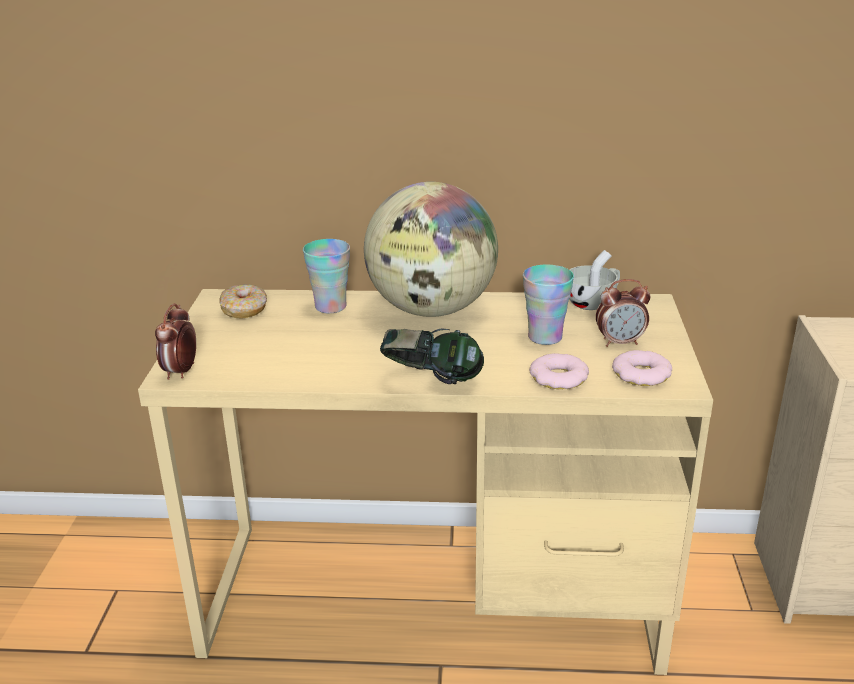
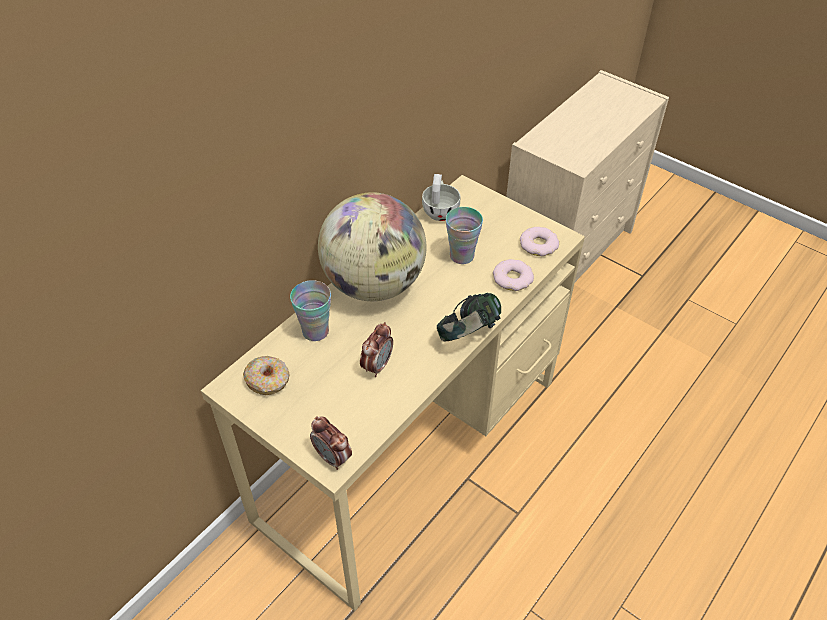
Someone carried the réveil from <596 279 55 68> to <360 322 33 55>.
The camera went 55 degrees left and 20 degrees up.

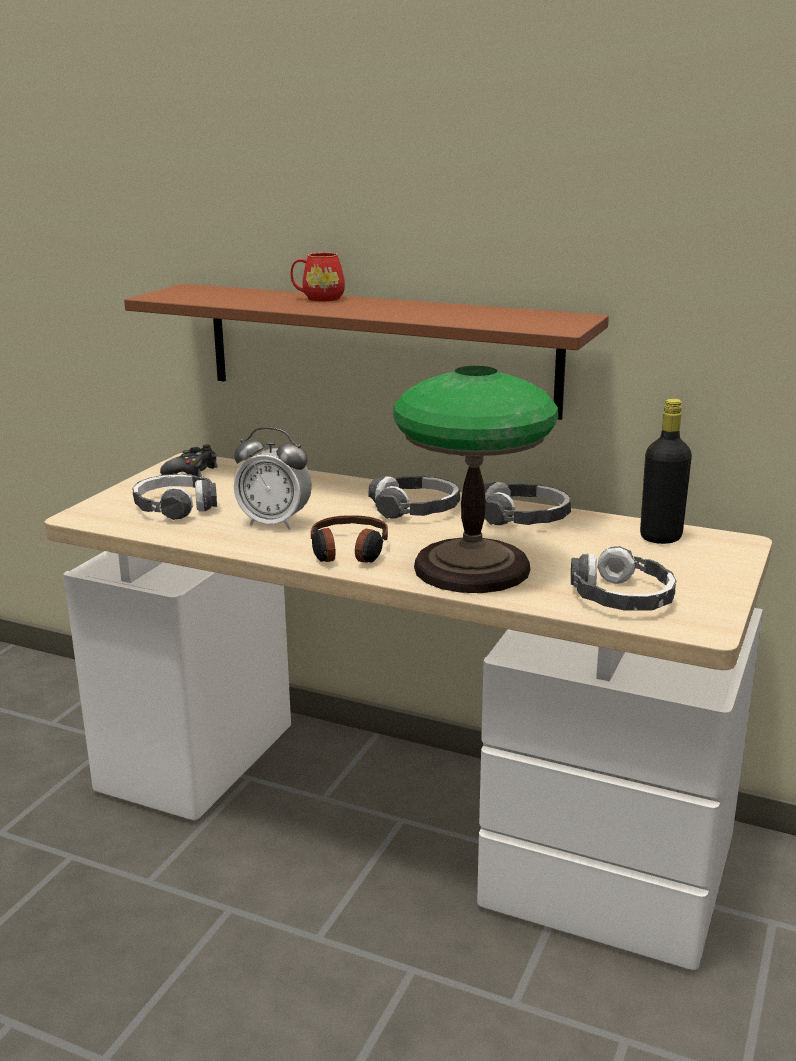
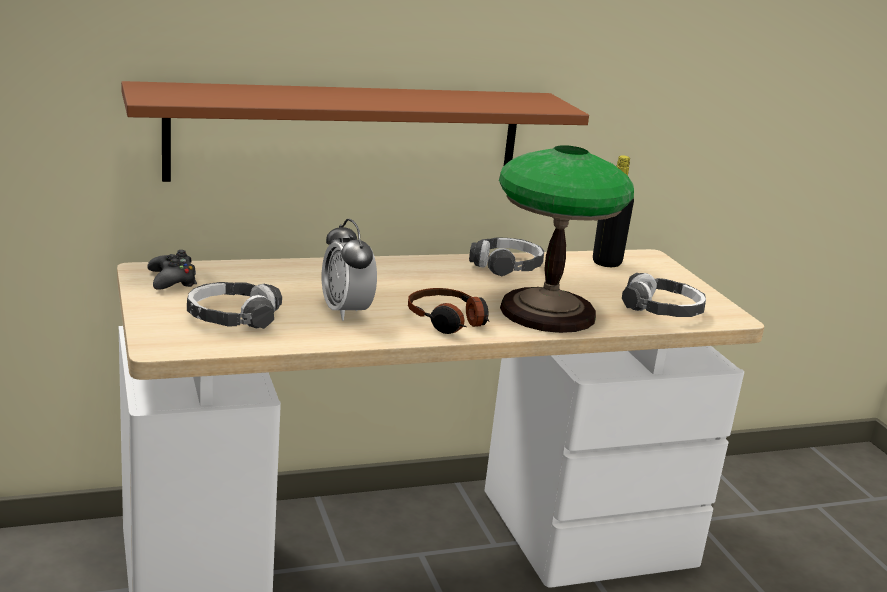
Someone took away the mug/rouge at <291 252 54 49>.
Someone rotated the réveil at <234 427 78 103> by 90 degrees clockwise.
Someone took away the casque audio at <368 476 92 43>.
The camera went 45 degrees left and 0 degrees up.

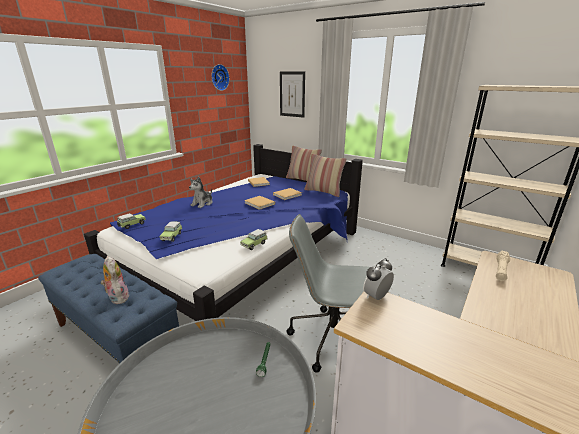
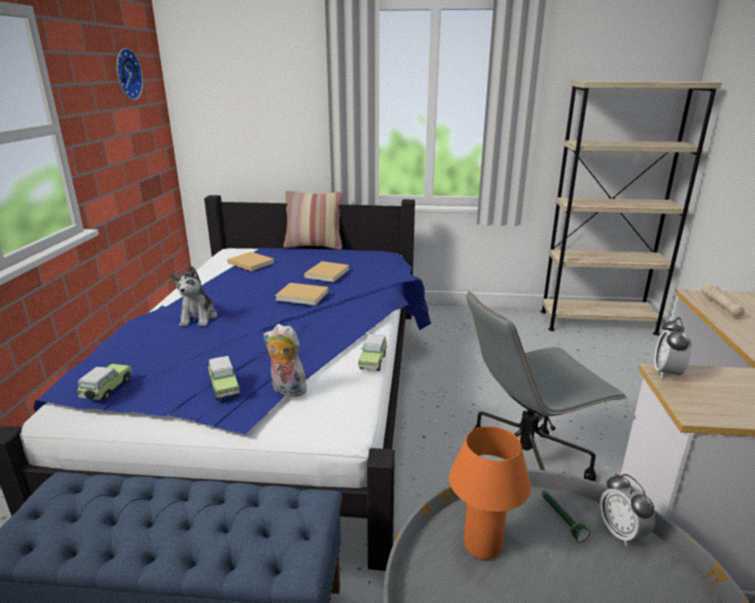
Someone took away the tableau at <280 71 25 47>.
Someone took away the coussin at <304 154 43 43>.
Someone carried the peluche from <101 256 29 48> to <264 324 43 73>.
Someone put down the lampe de table/orange at <449 426 82 134>.
Someone put down the réveil at <600 473 55 73>.
The camera went 30 degrees left and 0 degrees up.

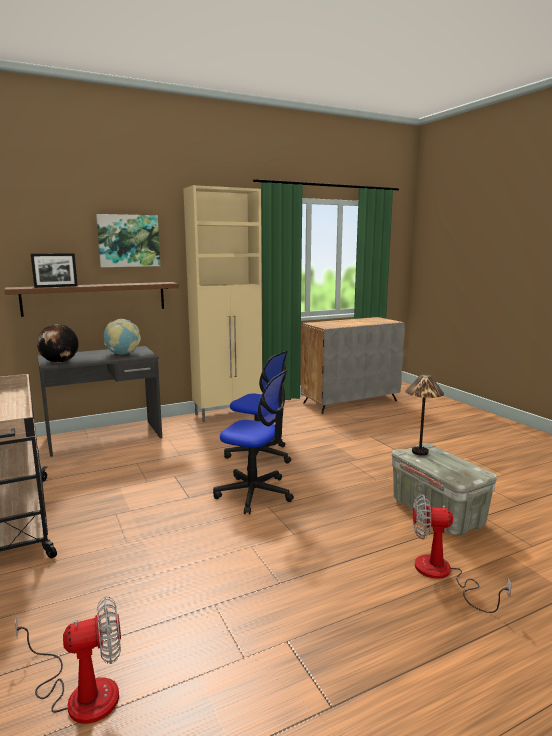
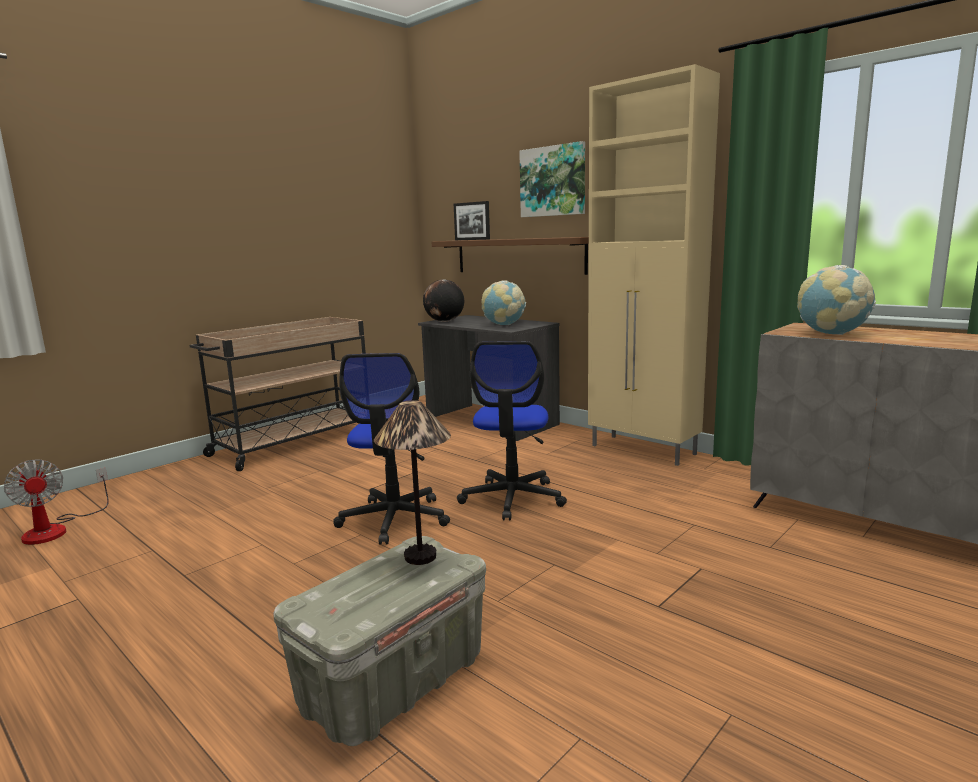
Someone took away the ventilateur at <413 494 99 119>.
Someone put down the globe at <797 265 79 70>.
The camera went 70 degrees right and 0 degrees up.

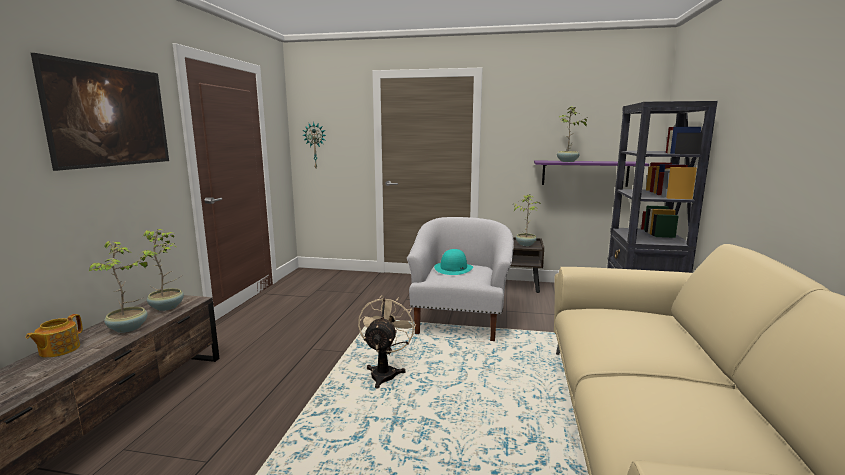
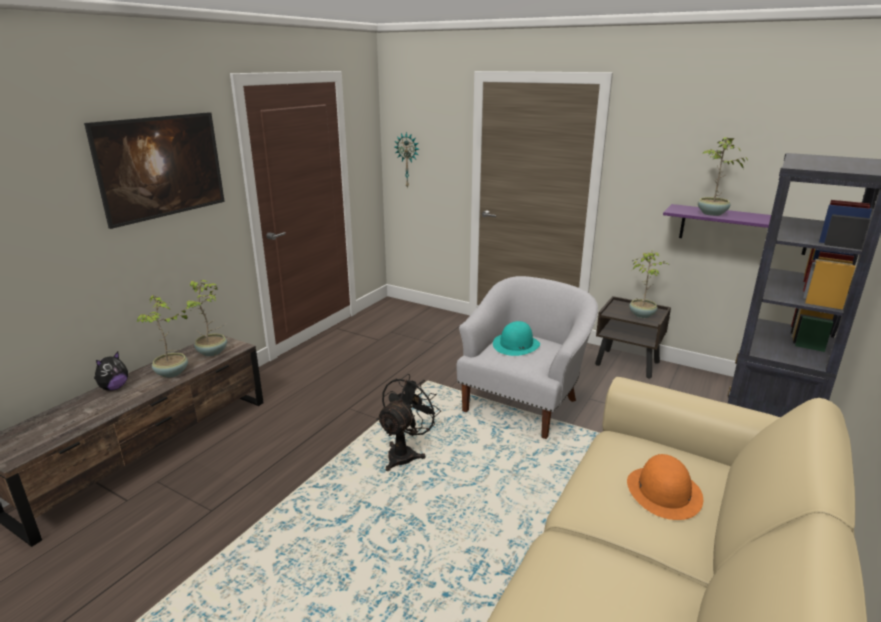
Someone repainted the ventilateur/beige at <358 295 58 94>, which became the ventilateur/noir at <377 374 64 97>.
Someone swapped the théière at <26 314 57 44> for the peluche at <94 352 34 39>.
Someone put down the chapeau/orange at <627 454 76 66>.
The camera went 20 degrees right and 10 degrees up.

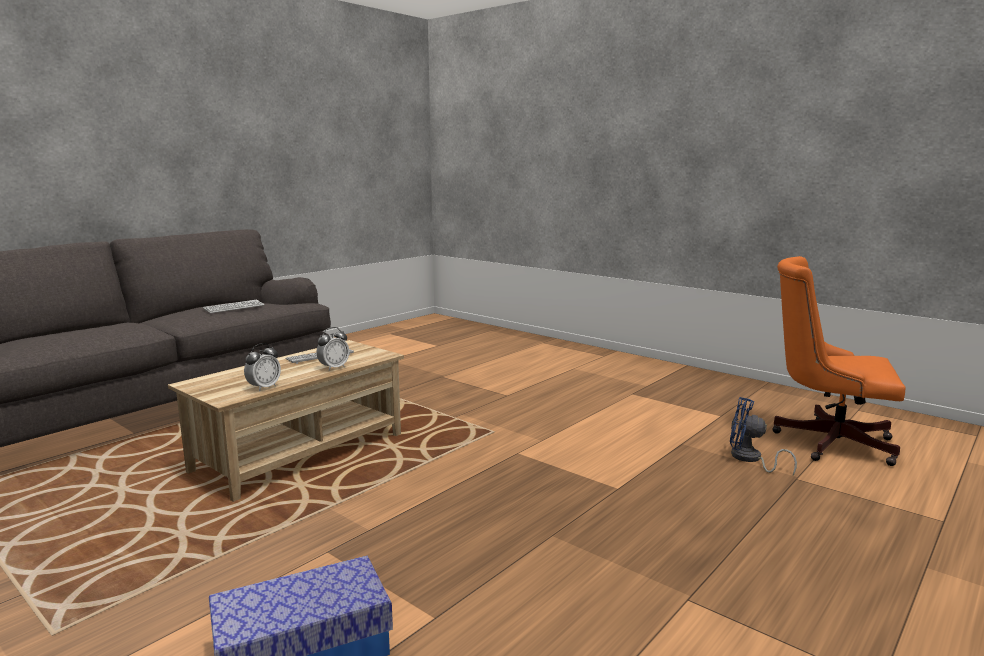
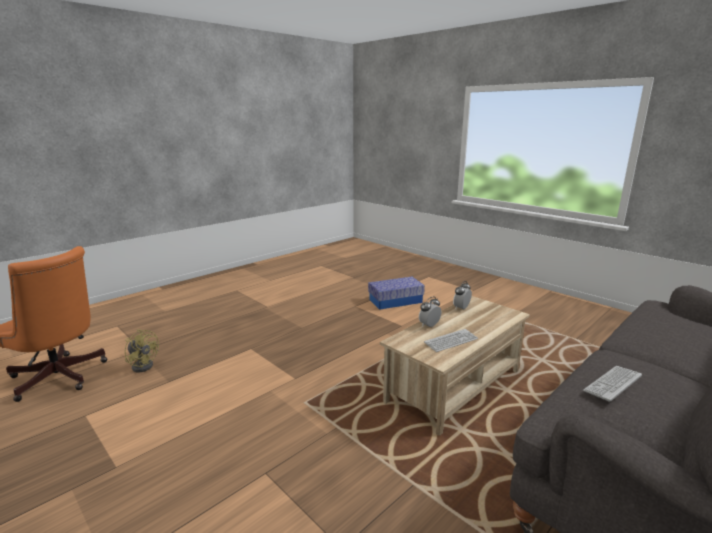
Someone repainted the ventilateur/bleu at <730 397 67 78>, which became the ventilateur/jaune at <125 329 34 44>.
The camera went 175 degrees left and 5 degrees up.

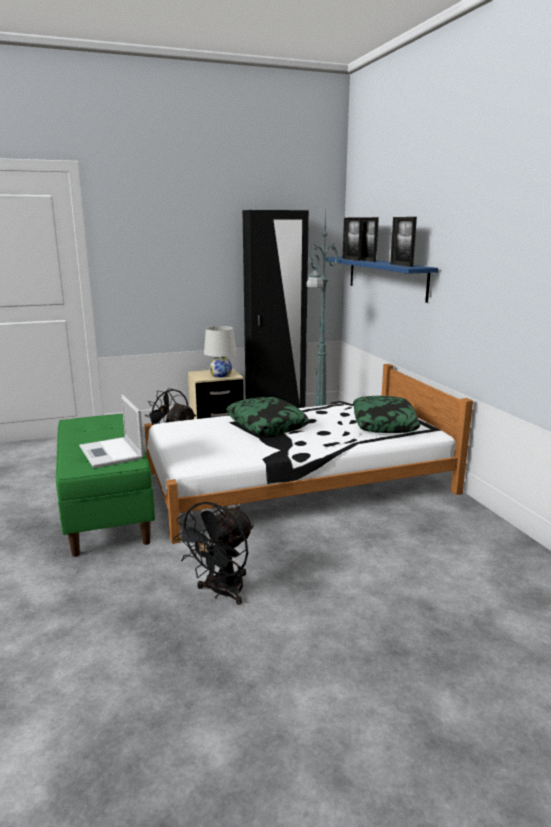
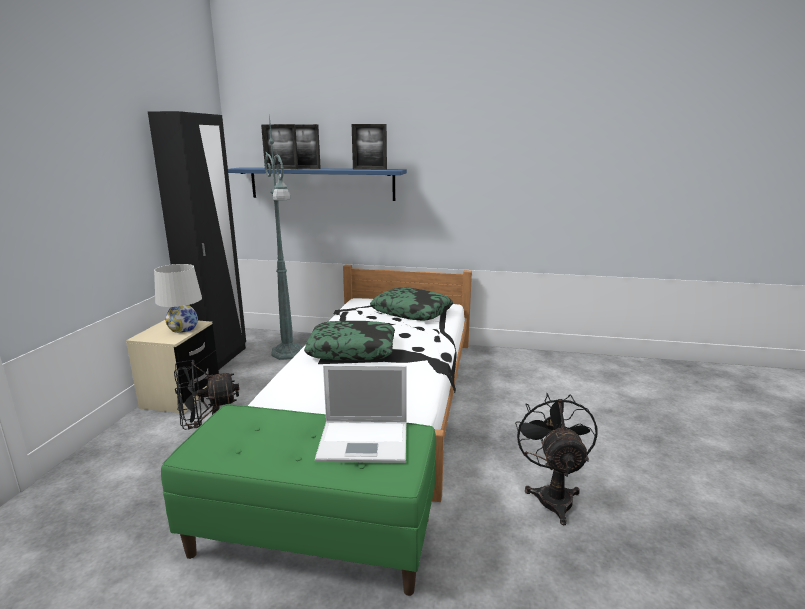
Someone rotated the ventilateur/noir at <173 502 81 103> by 150 degrees counterclockwise.
The camera went 60 degrees left and 0 degrees up.

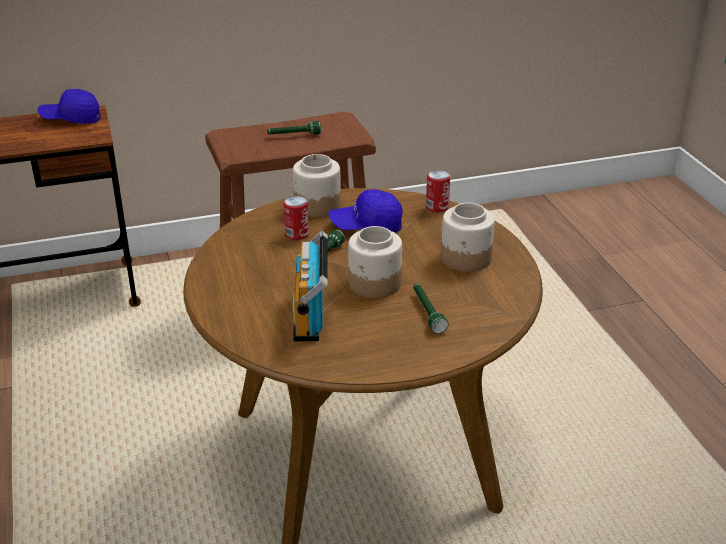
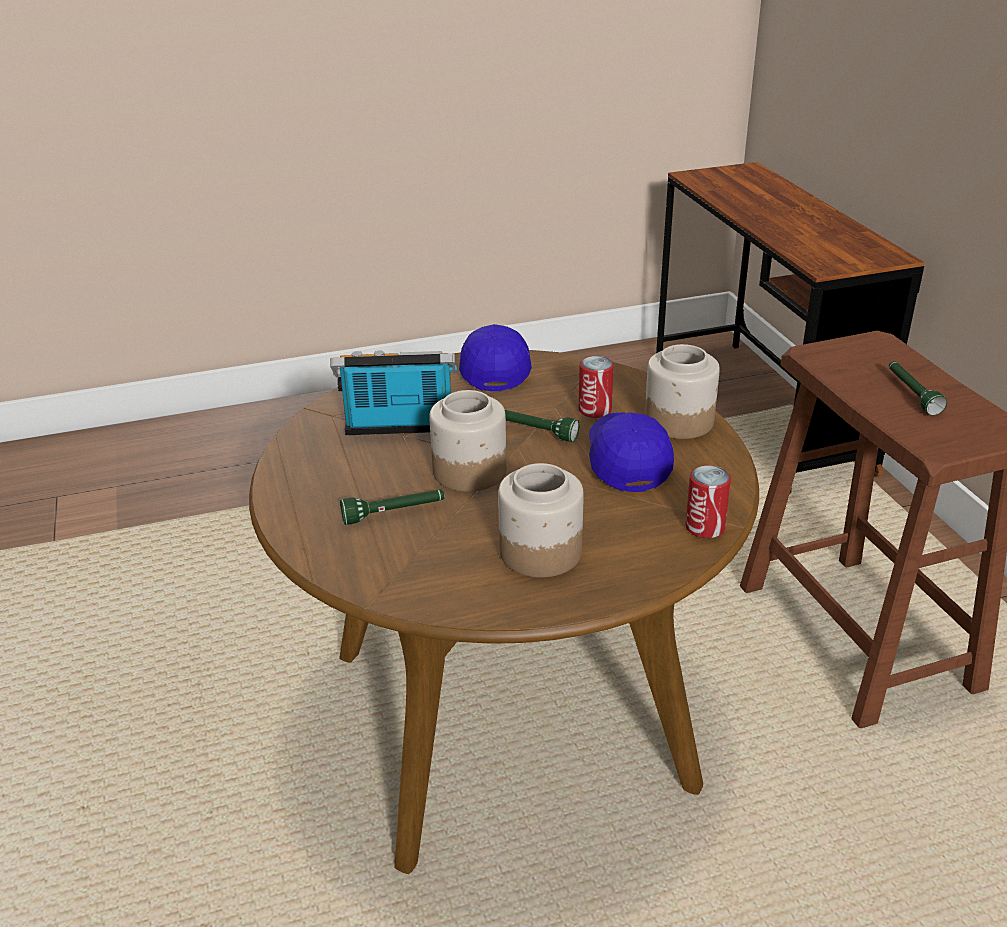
Someone carried the casquette/bleu from <37 89 64 35> to <459 324 73 67>.
The camera went 90 degrees right and 0 degrees up.

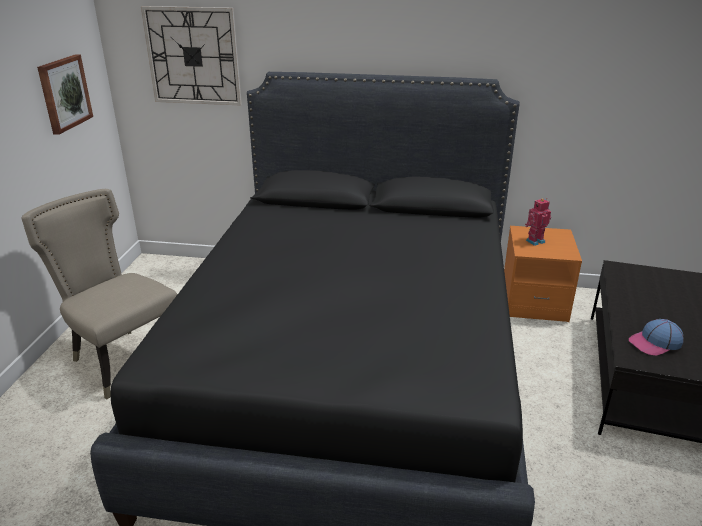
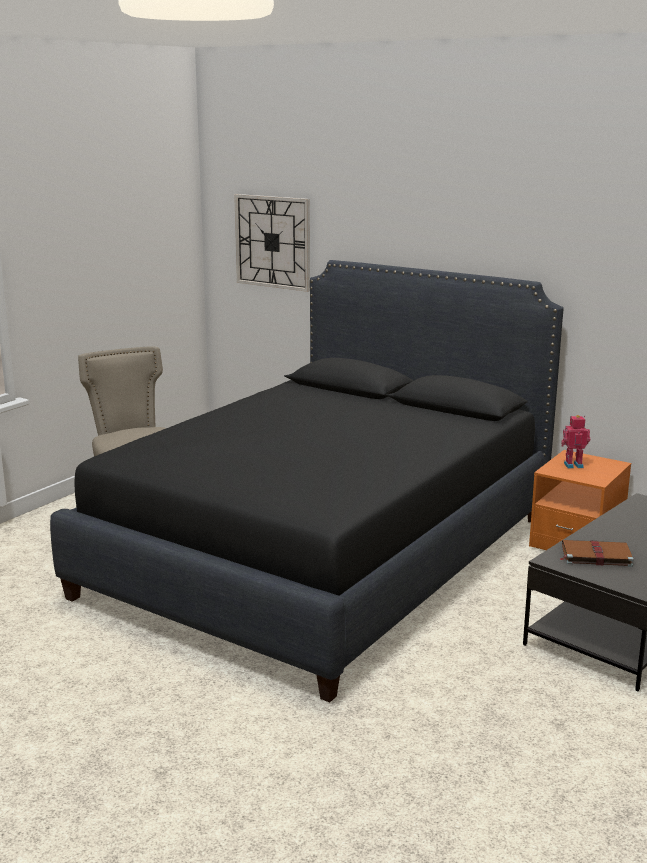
Someone took away the tableau at <37 54 56 81>.
Someone swapped the casquette at <629 319 55 37> for the livre/marron at <560 540 74 27>.
The camera went 25 degrees right and 10 degrees down.

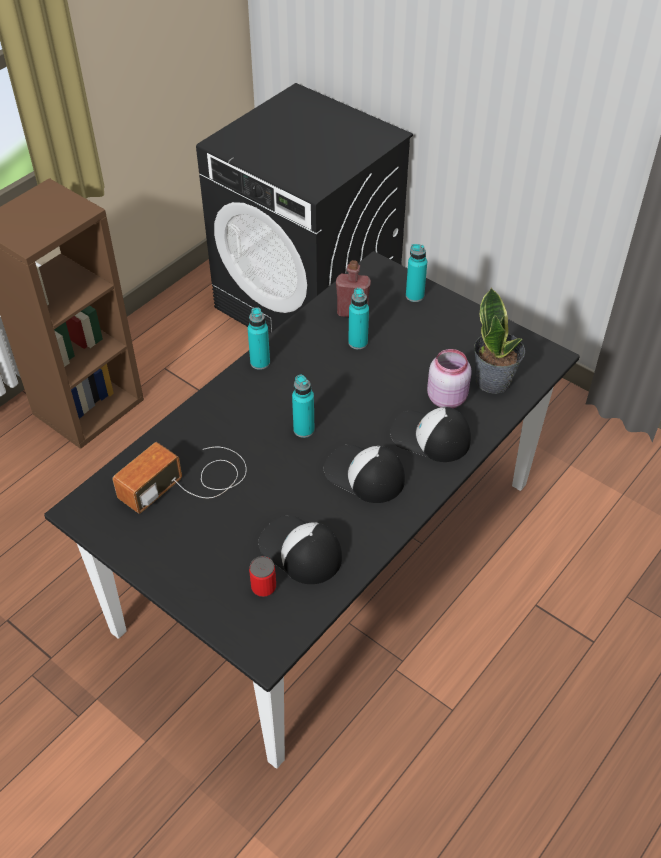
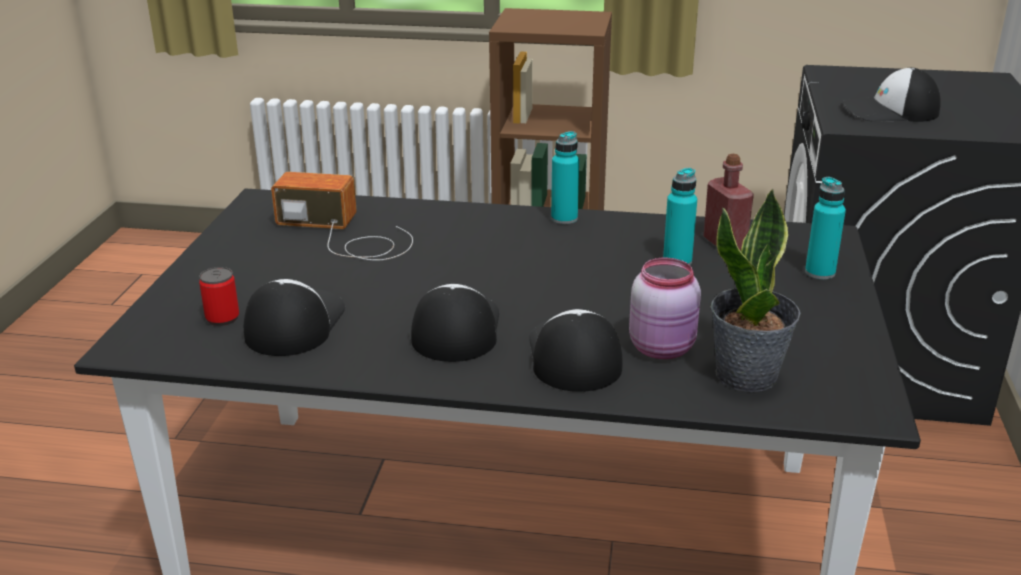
Someone took away the bouteille/turquoise at <292 375 23 63>.
Someone put down the casquette at <843 68 98 54>.
The camera went 60 degrees right and 20 degrees down.

